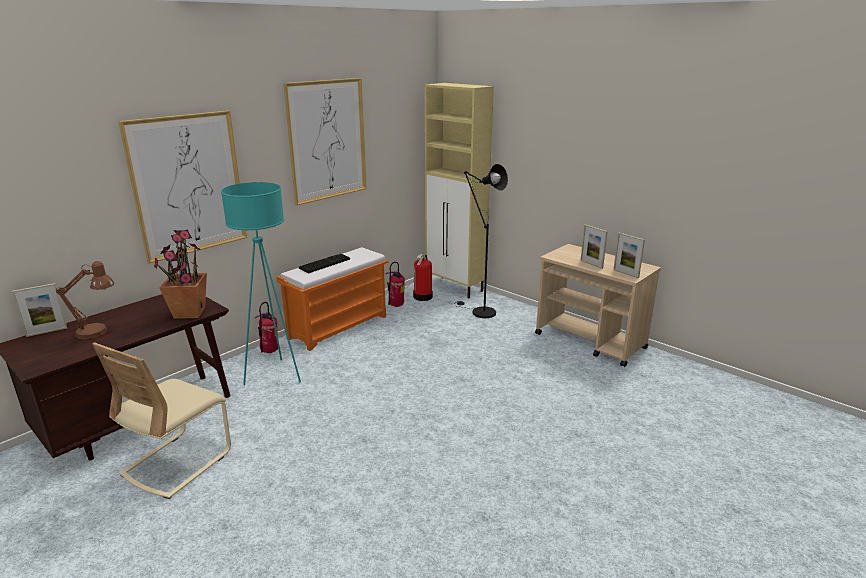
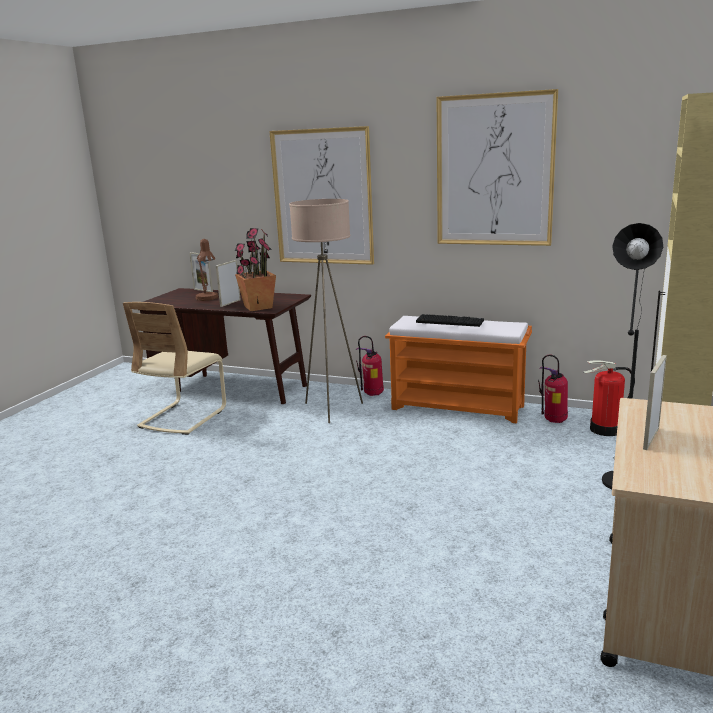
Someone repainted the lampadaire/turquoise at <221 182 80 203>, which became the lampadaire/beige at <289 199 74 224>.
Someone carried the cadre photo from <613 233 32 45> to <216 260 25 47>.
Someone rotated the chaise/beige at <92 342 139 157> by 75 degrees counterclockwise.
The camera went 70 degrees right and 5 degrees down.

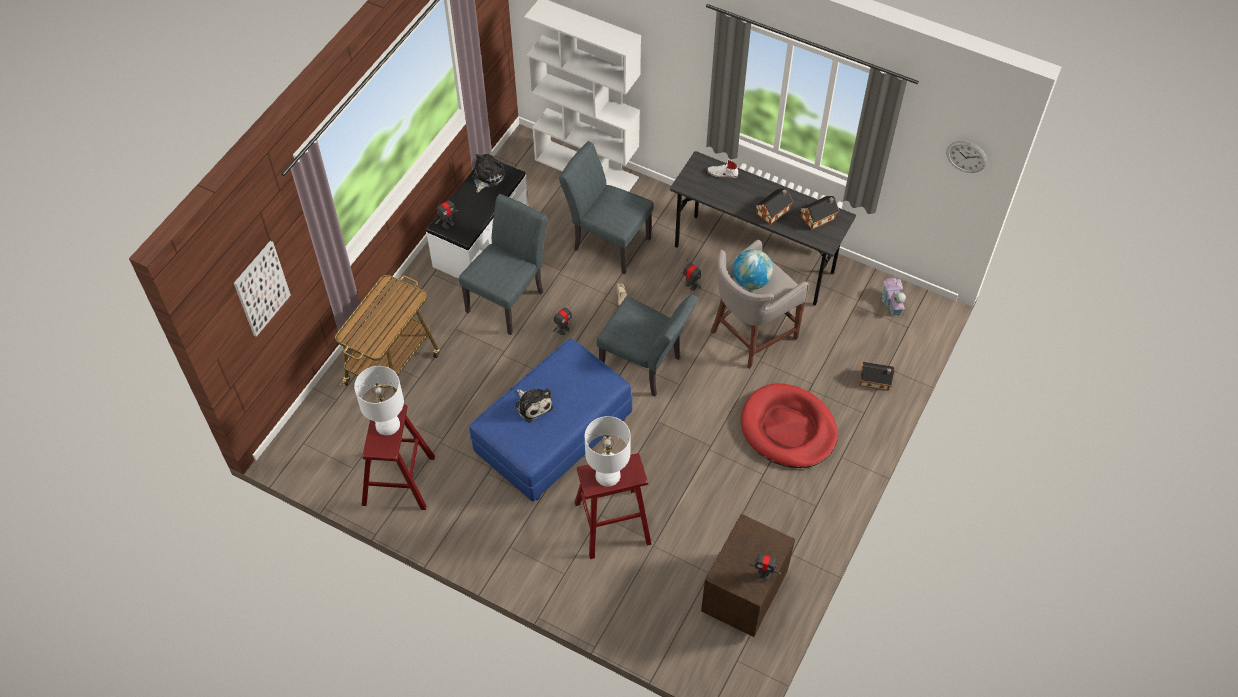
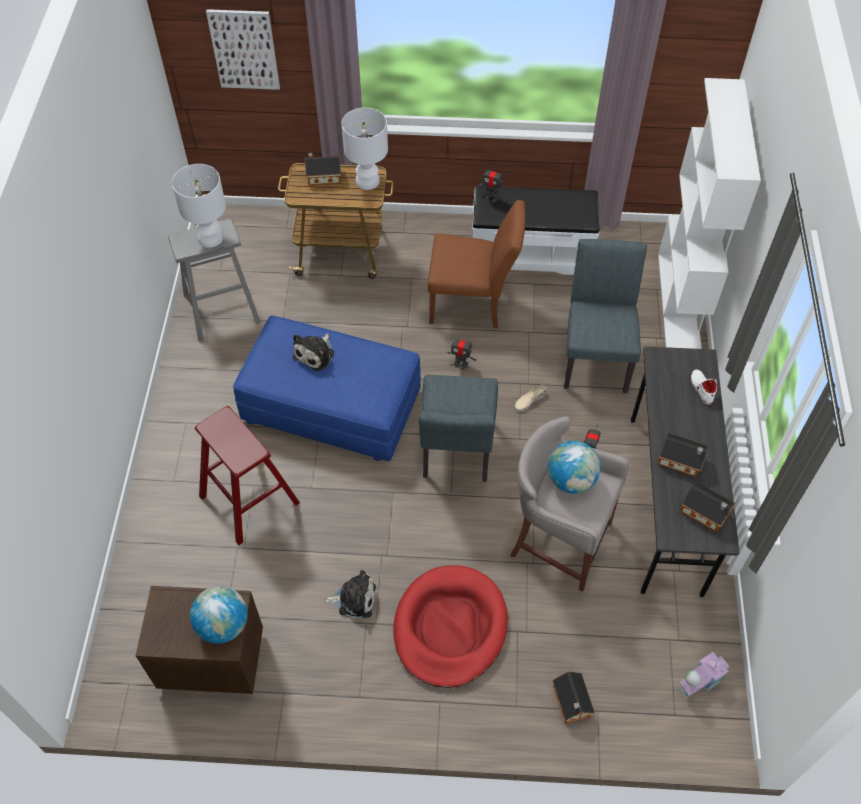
Someone took away the horloge murale at <946 141 41 32>.
Someone carried the peluche from <472 154 34 39> to <325 570 51 49>.
Someone repainted the chaise/gris at <459 194 88 141>, which became the chaise/marron at <428 200 97 128>.
Someone repainted the tabouret/rouge at <362 405 73 105>, which became the tabouret/gris at <168 219 93 122>.
Someone carried the lampe de table/blanc from <585 416 46 71> to <342 107 46 83>.
Someone took away the robot jouet at <749 553 32 28>.
Someone put down the maison miniature at <305 153 36 32>.
Someone put down the globe at <190 586 58 58>.
The camera went 65 degrees right and 0 degrees up.

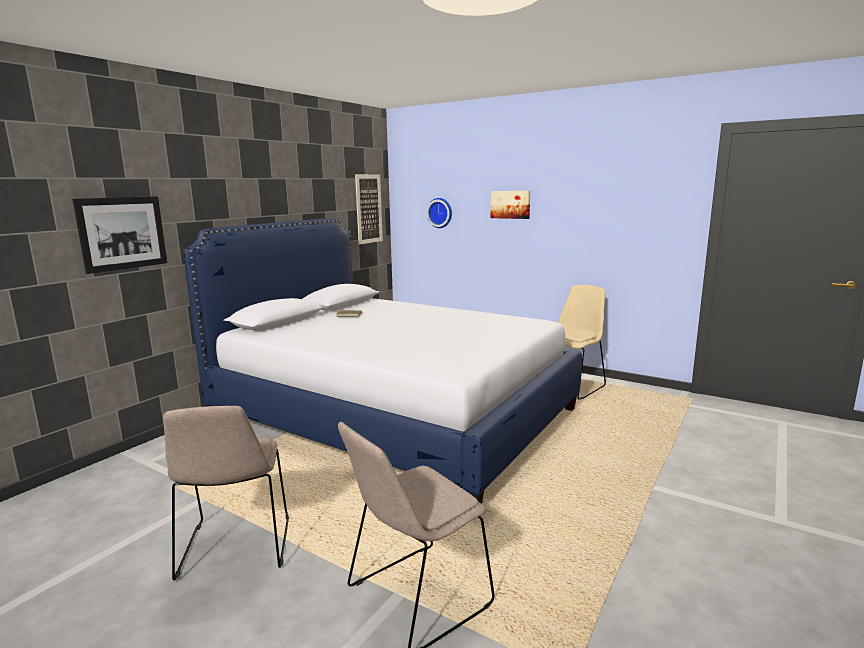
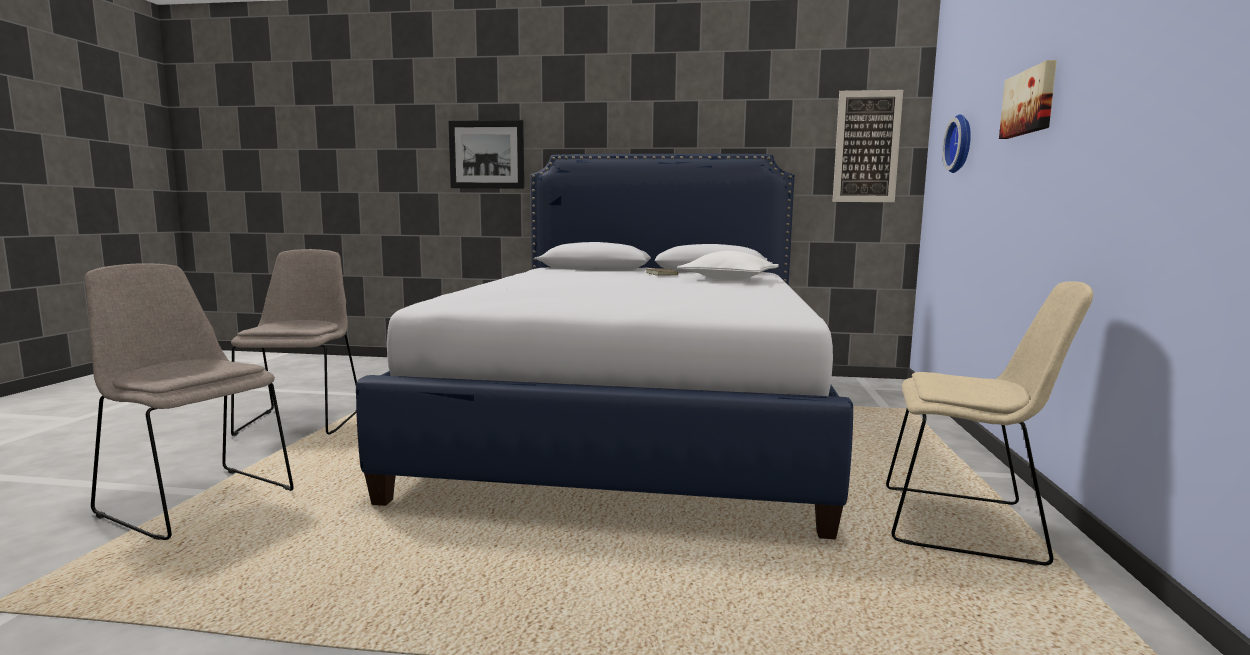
Someone rotated the chaise/beige at <163 406 126 175> by 120 degrees clockwise.
Someone put down the coussin/blanc at <677 251 102 29>.
The camera went 65 degrees right and 5 degrees down.

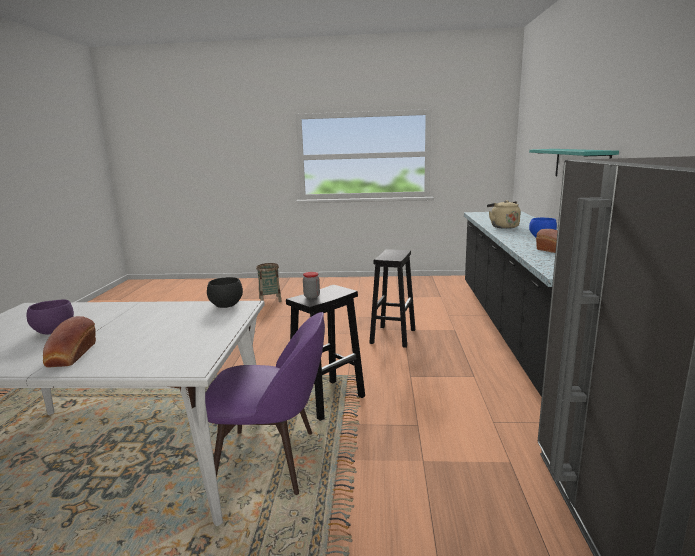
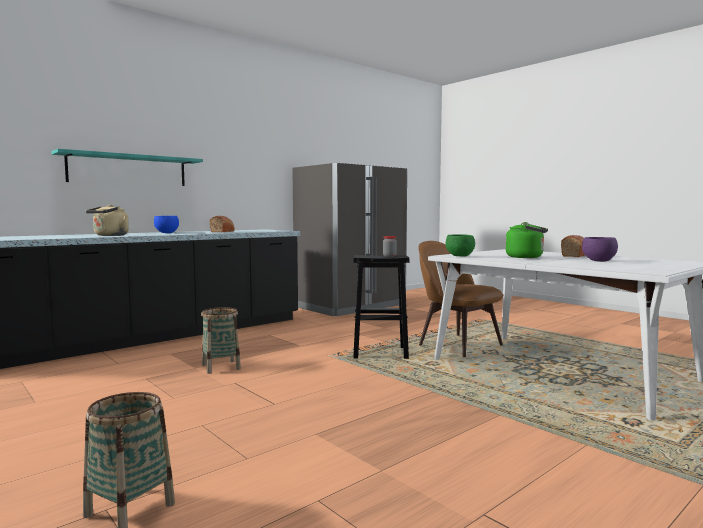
Someone swapped the tabouret/noir at <369 249 46 99> for the panier at <201 307 40 67>.
Someone repainted the bol/noir at <207 277 36 31>, which became the bol/vert at <446 234 29 23>.
Someone repainted the chaise/violet at <205 312 120 183>, which became the chaise/marron at <418 241 86 116>.
Someone put down the bouilloire/vert at <506 222 42 36>.
The camera went 135 degrees left and 10 degrees down.

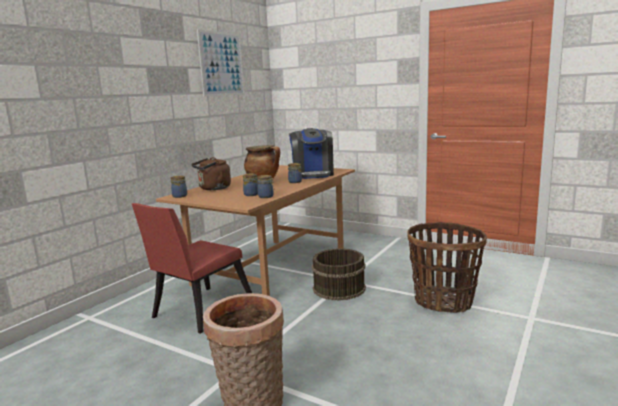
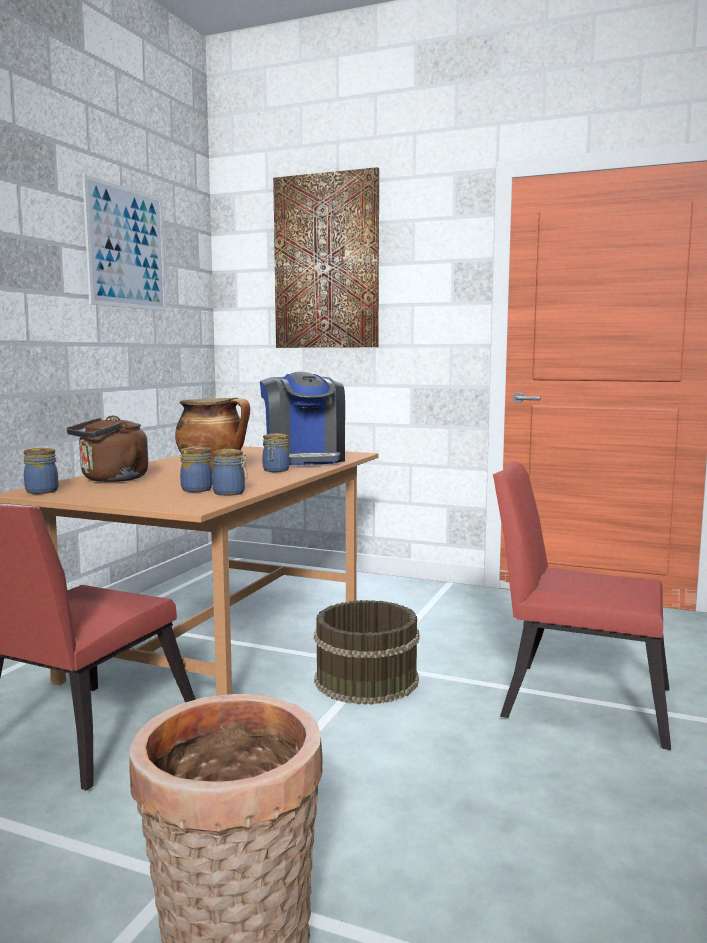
Someone swapped the panier at <407 222 80 91> for the chaise/rouge at <493 461 178 289>.
Someone put up the tableau at <273 167 106 181>.
The camera went 10 degrees left and 5 degrees down.

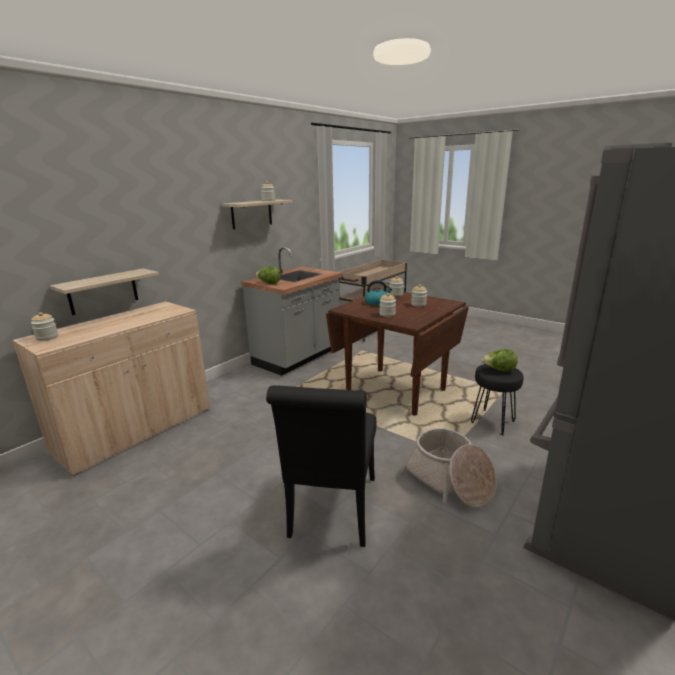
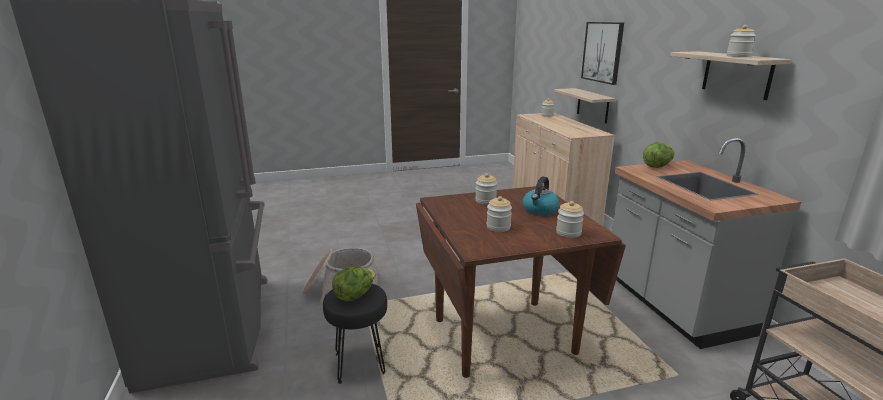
Someone took away the chaise/noir at <266 385 111 162>.
Someone put up the tableau at <581 22 43 63>.
The camera went 125 degrees right and 0 degrees up.

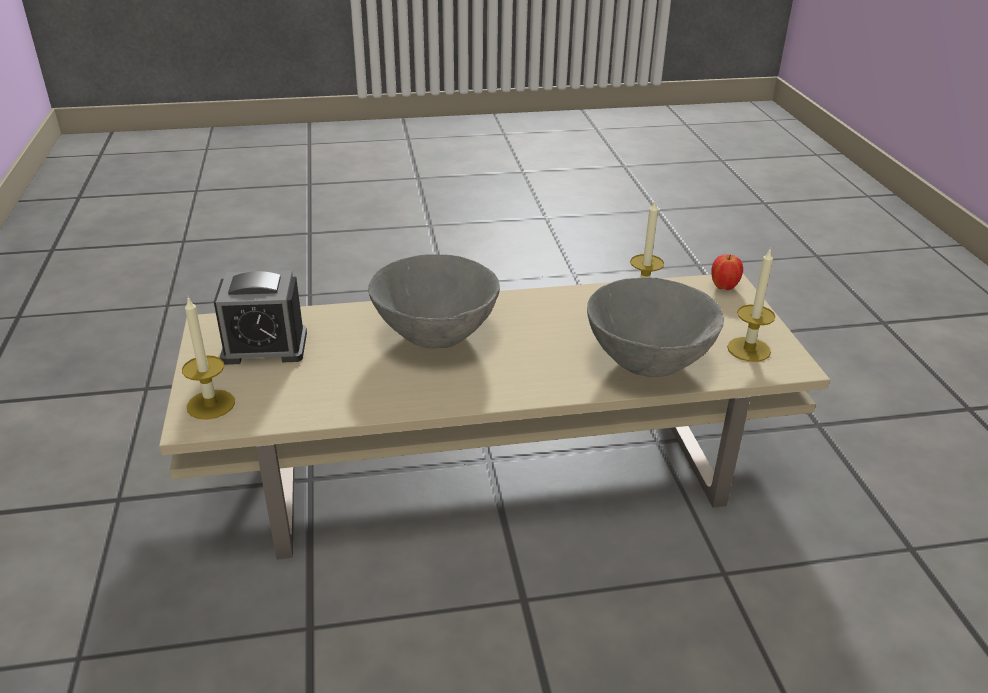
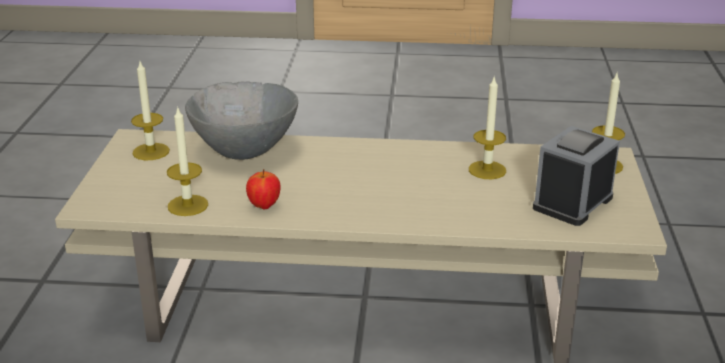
Someone took away the bol/gris at <368 254 132 94>.
Someone carried the pomme from <711 254 32 36> to <246 169 34 40>.
Someone rotated the réveil at <214 270 93 95> by 60 degrees counterclockwise.
Someone put down the bougie at <469 77 37 102>.
The camera went 165 degrees left and 5 degrees down.

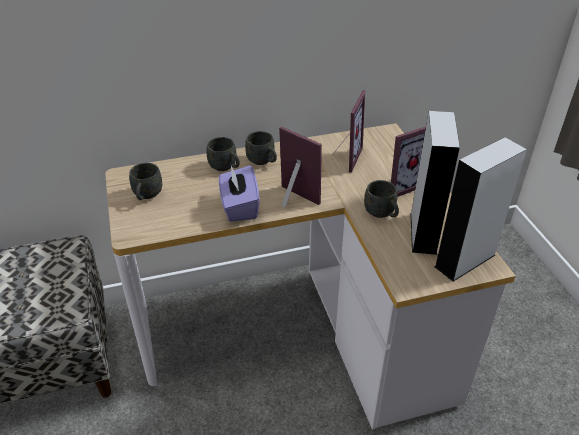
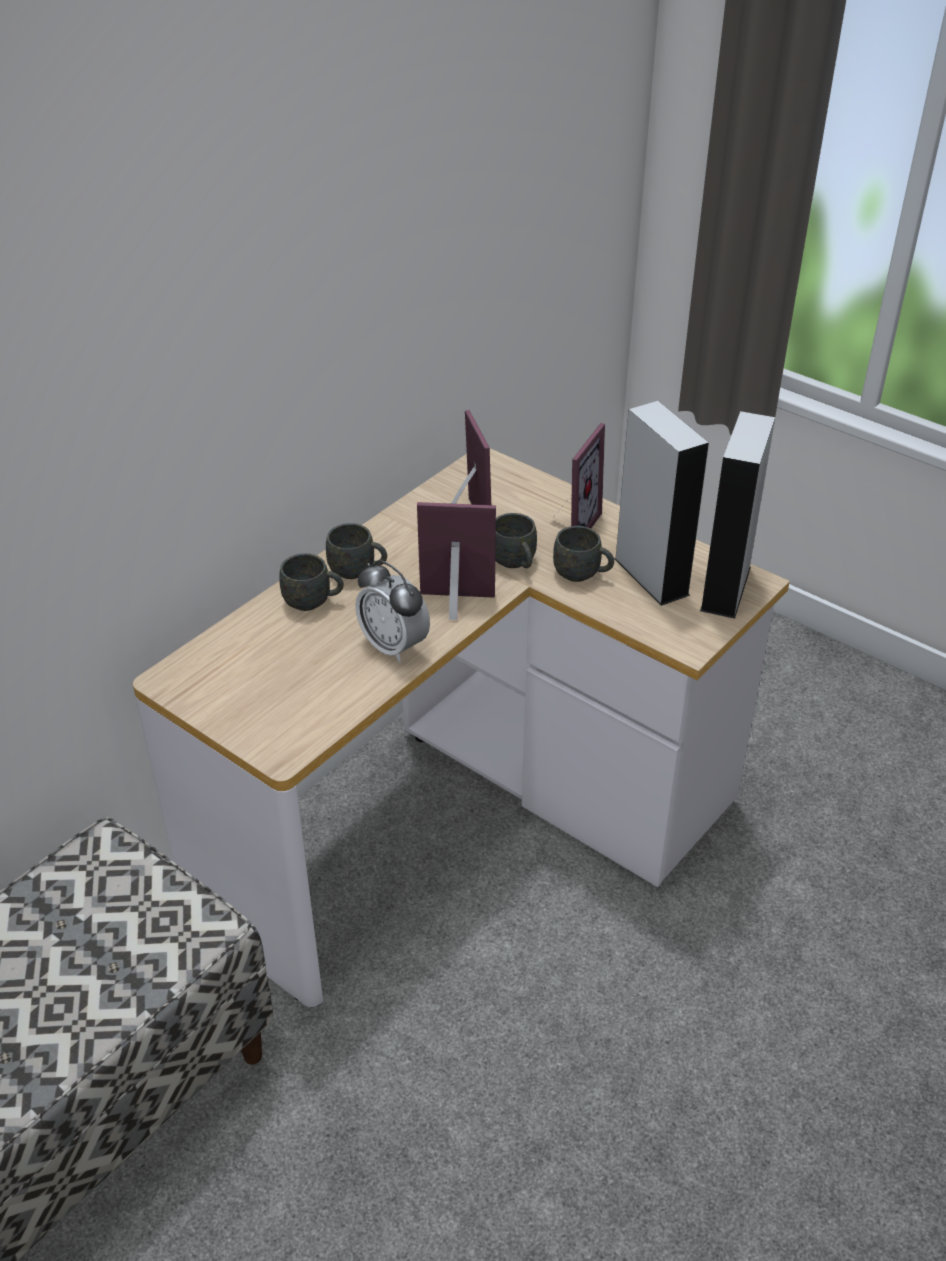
Someone carried the mug/gris from <129 163 33 37> to <495 513 42 55>.
Someone swapped the boîte à mouchoirs/violet at <219 166 41 56> for the réveil at <355 560 75 103>.
The camera went 35 degrees left and 0 degrees up.

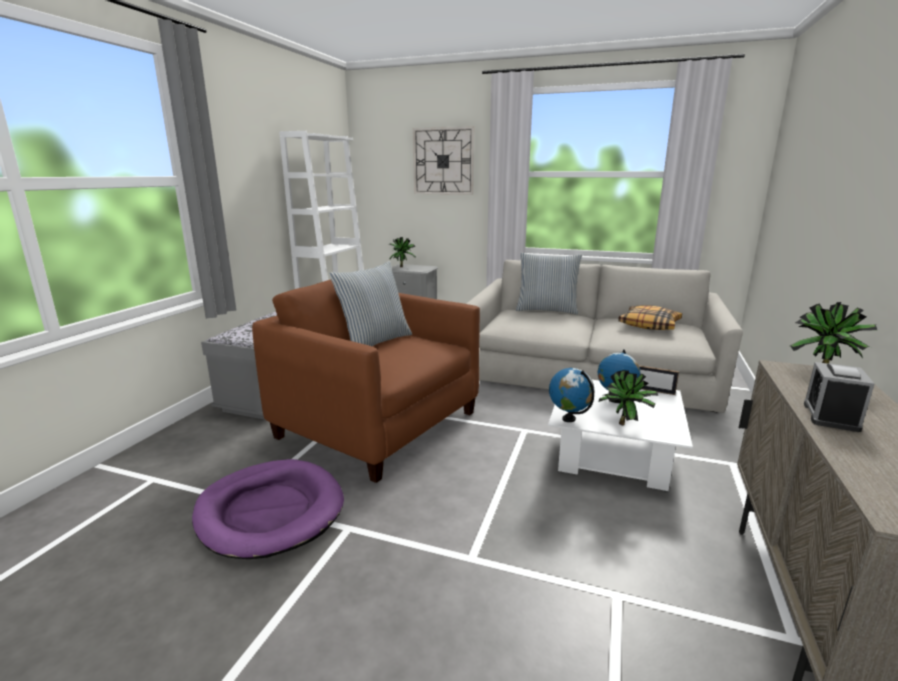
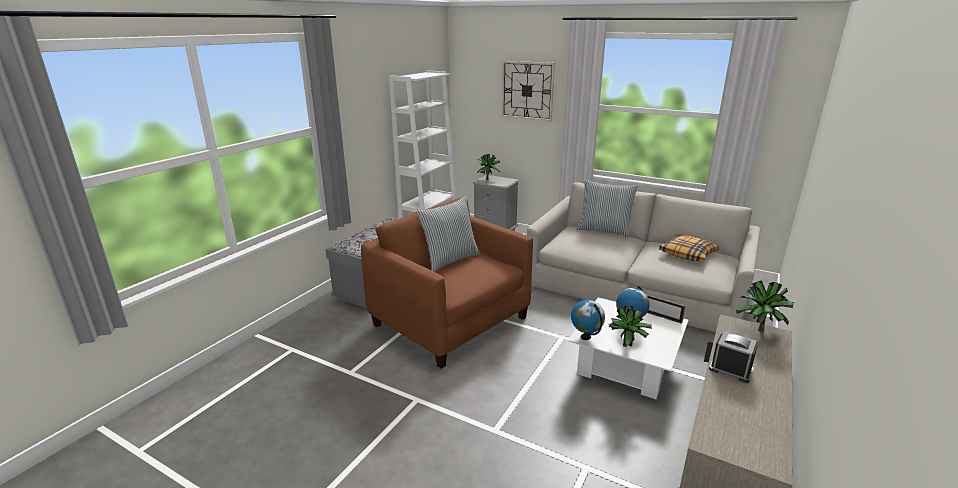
Someone rotated the réveil at <804 362 71 70> by 90 degrees clockwise.
Someone took away the panier pour chien/violet at <192 459 152 100>.
The camera went 10 degrees right and 5 degrees up.

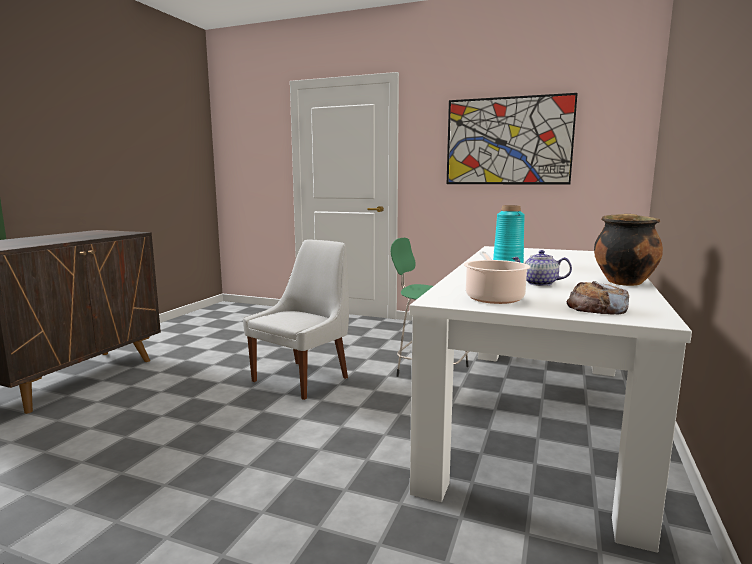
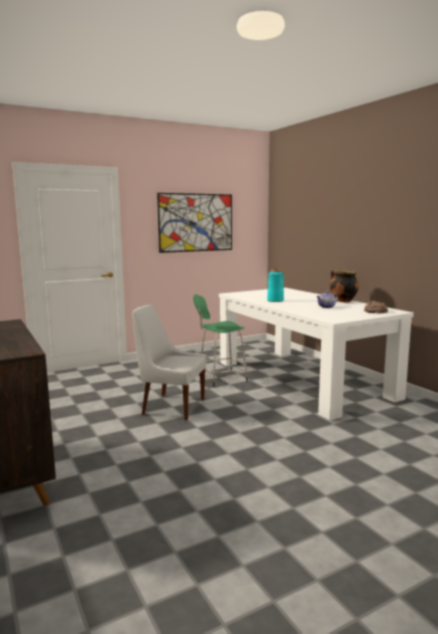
Someone rotated the chaise/blanc at <243 240 106 160> by 60 degrees counterclockwise.
Someone took away the marmite at <464 251 66 53>.
The camera went 50 degrees left and 0 degrees up.

